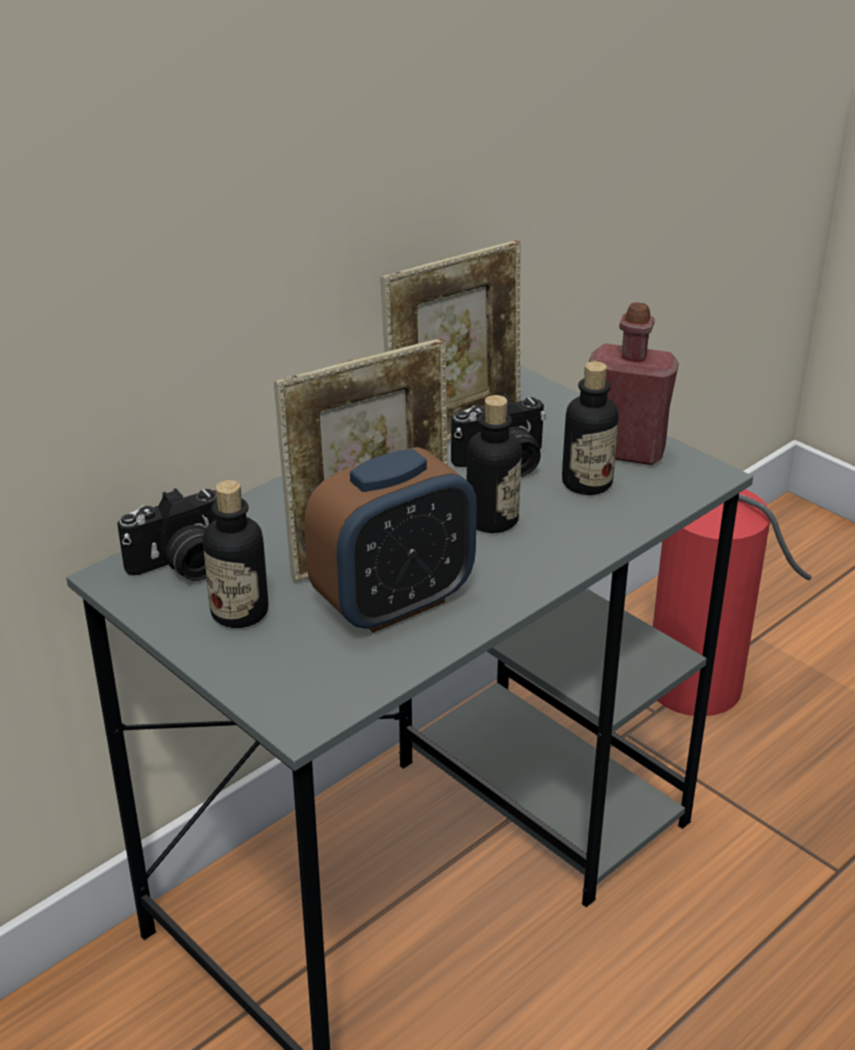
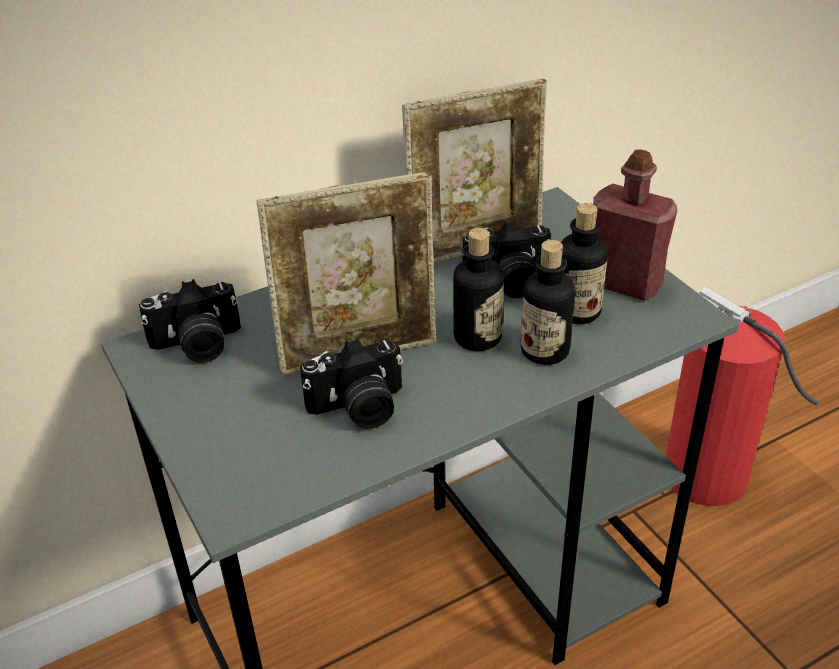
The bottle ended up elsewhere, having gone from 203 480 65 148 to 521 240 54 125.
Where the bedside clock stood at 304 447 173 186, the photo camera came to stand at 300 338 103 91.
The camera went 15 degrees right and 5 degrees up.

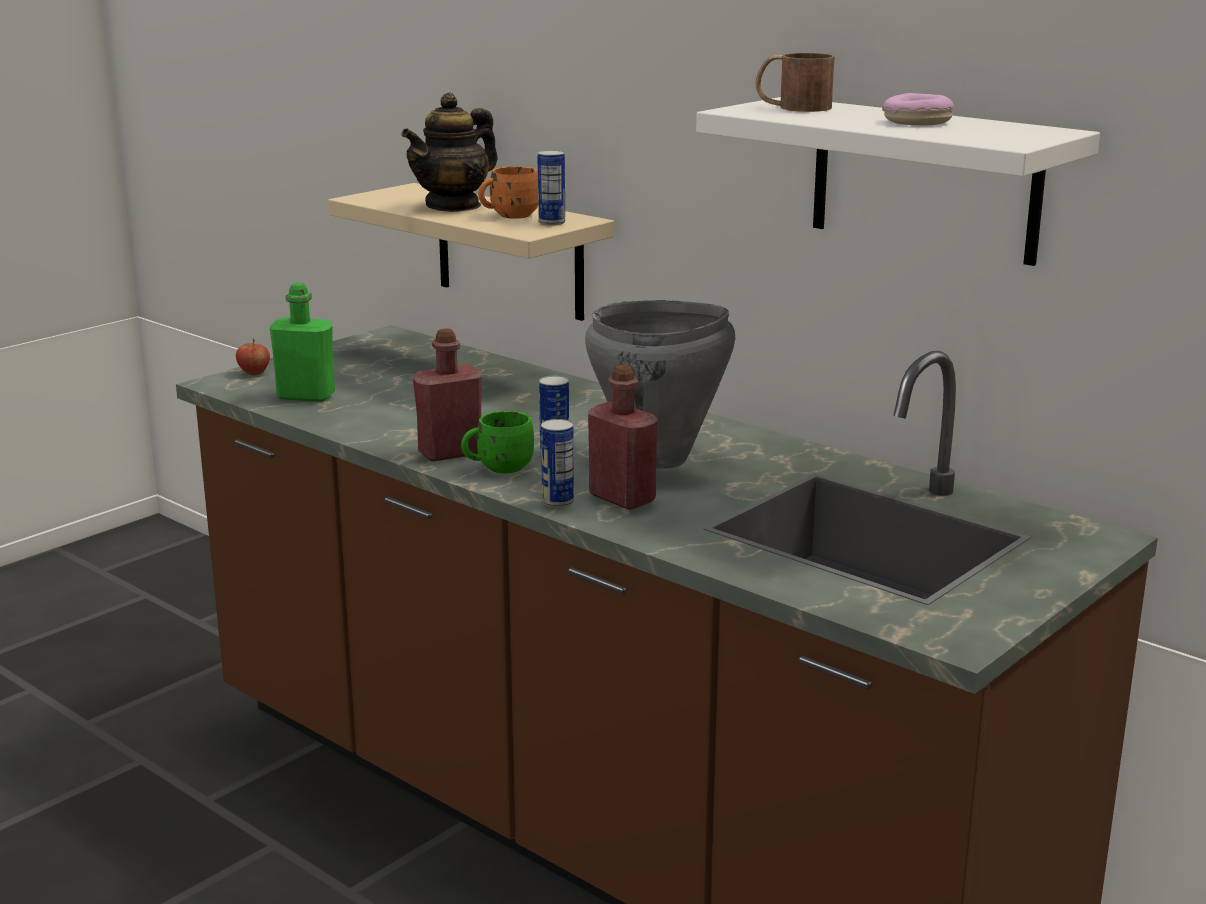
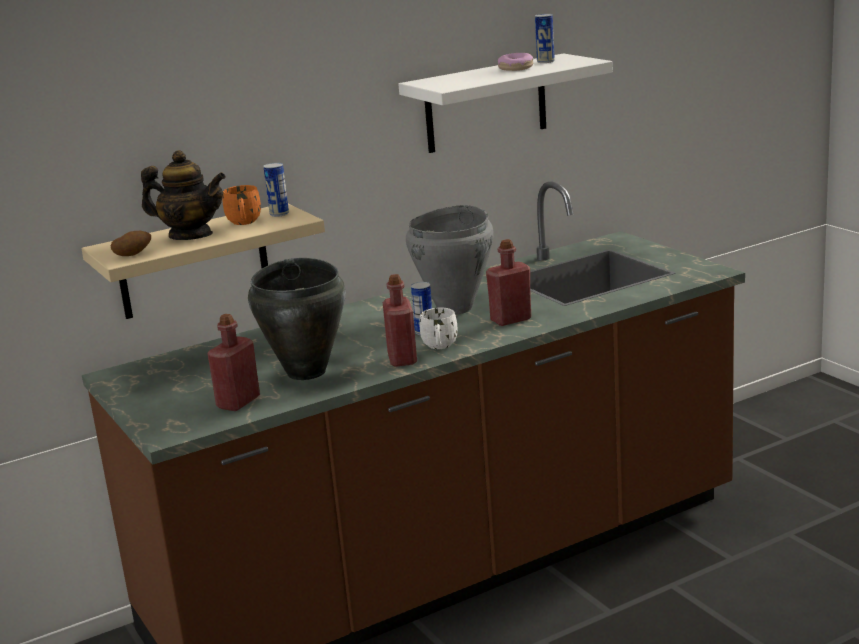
The second view lost the apple fruit at 236 339 34 36.
The second view lost the tea mug in brown-coloured at 756 53 79 59.
The second view gained the whole potato at 110 231 41 25.
The second view gained the cooking pot in black at 248 258 98 122.
The sealed can ended up elsewhere, having gone from 541 419 33 89 to 535 14 20 49.
What was the bottle in greenish at 270 283 65 119 turned into the bottle in reddish at 207 314 53 97.
What was the tea mug in greenish at 461 411 73 62 turned into the tea mug in white-coloured at 419 308 39 41.
The tea pot at 401 92 97 120 ended up facing another way, 45 degrees counterclockwise from before.
The camera went 70 degrees left and 0 degrees up.

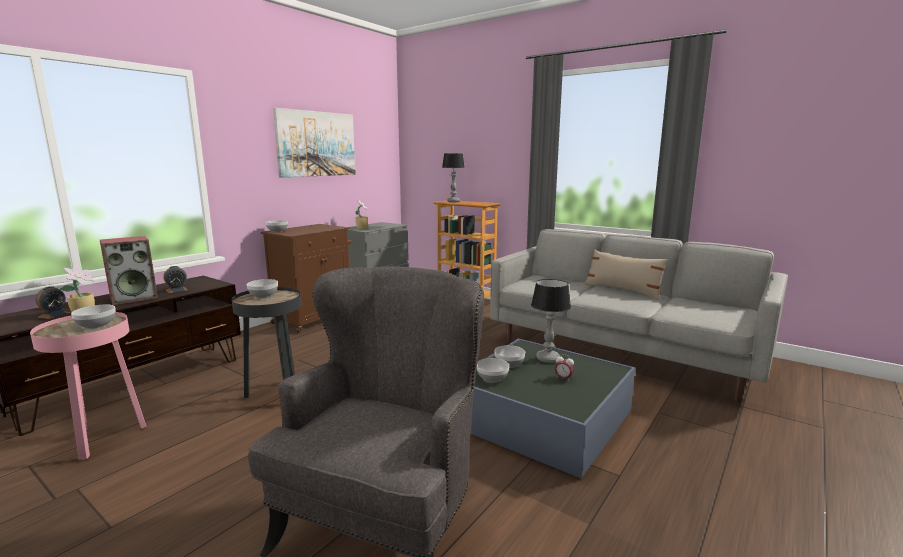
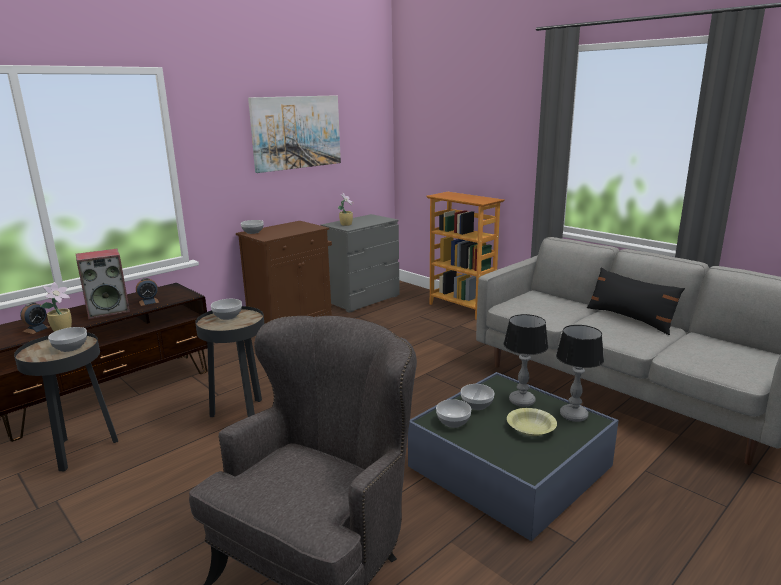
The lamp for a table ended up elsewhere, having gone from 442 153 23 49 to 556 325 48 97.
Where the bedside clock stood at 555 354 19 26, the deep dish in yellowish came to stand at 507 408 50 28.
What was the end table in pink-coloured at 30 312 117 148 turned into the end table in black at 14 332 104 140.
What was the pillow in sand-coloured at 584 249 84 51 turned into the pillow in black at 587 267 98 68.
The camera went 10 degrees right and 5 degrees up.

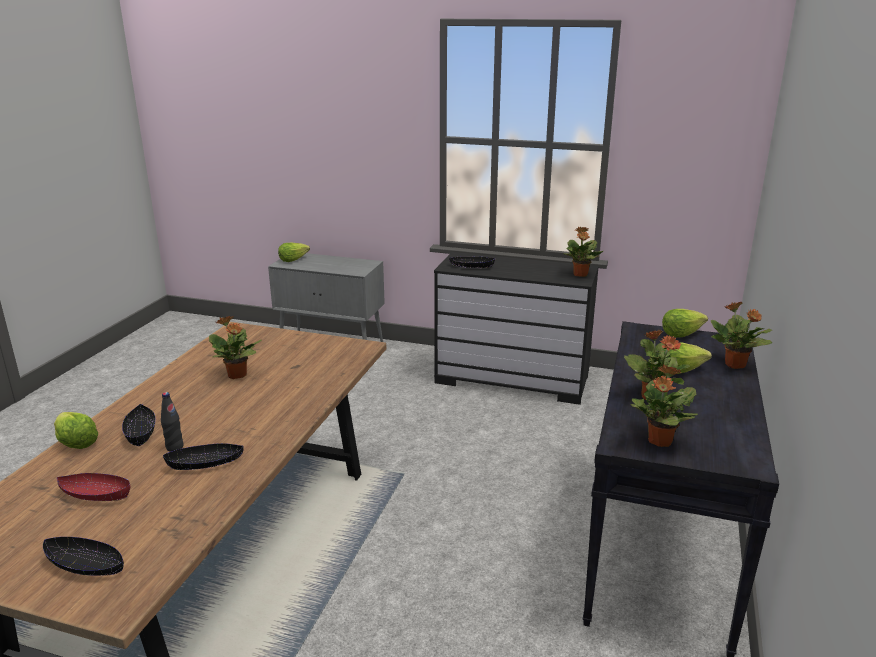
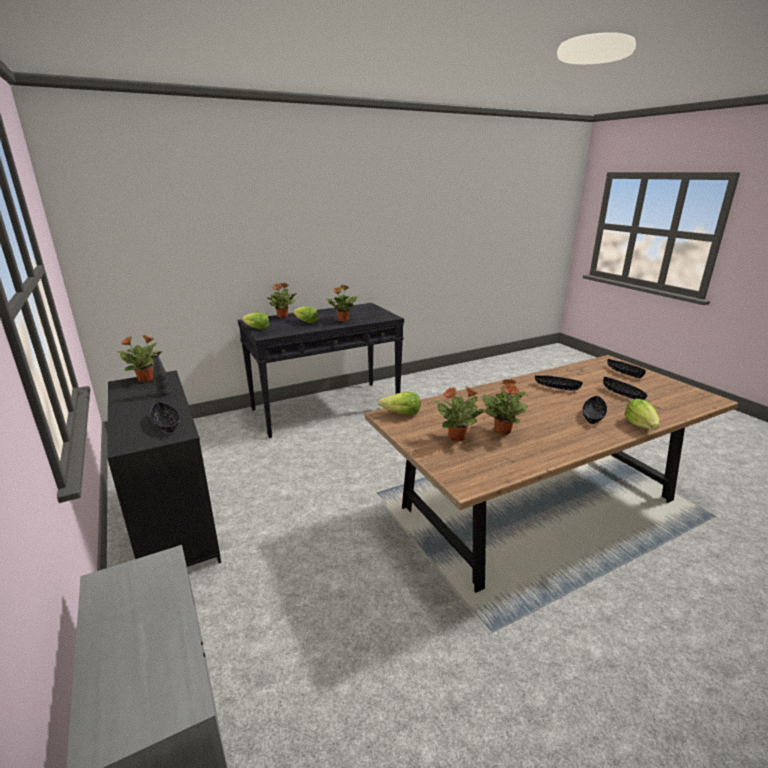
The bottle in black ended up elsewhere, having gone from 161 392 23 59 to 153 354 17 42.
The lettuce ended up elsewhere, having gone from 278 242 32 20 to 379 392 42 23.
The houseplant ended up elsewhere, having gone from 630 364 68 83 to 433 387 53 54.
What was the deep dish in reddish at 57 473 73 28 turned into the deep dish in black at 603 377 45 23.
The camera went 135 degrees left and 0 degrees up.

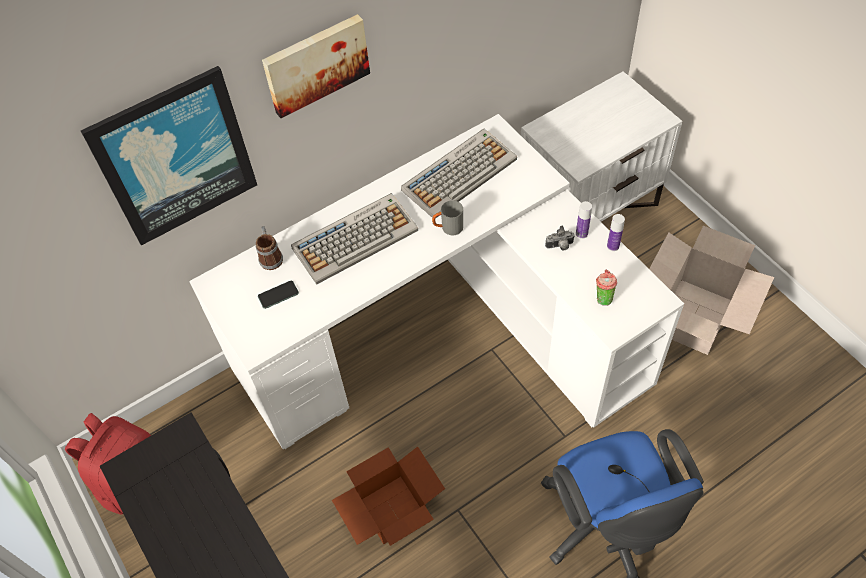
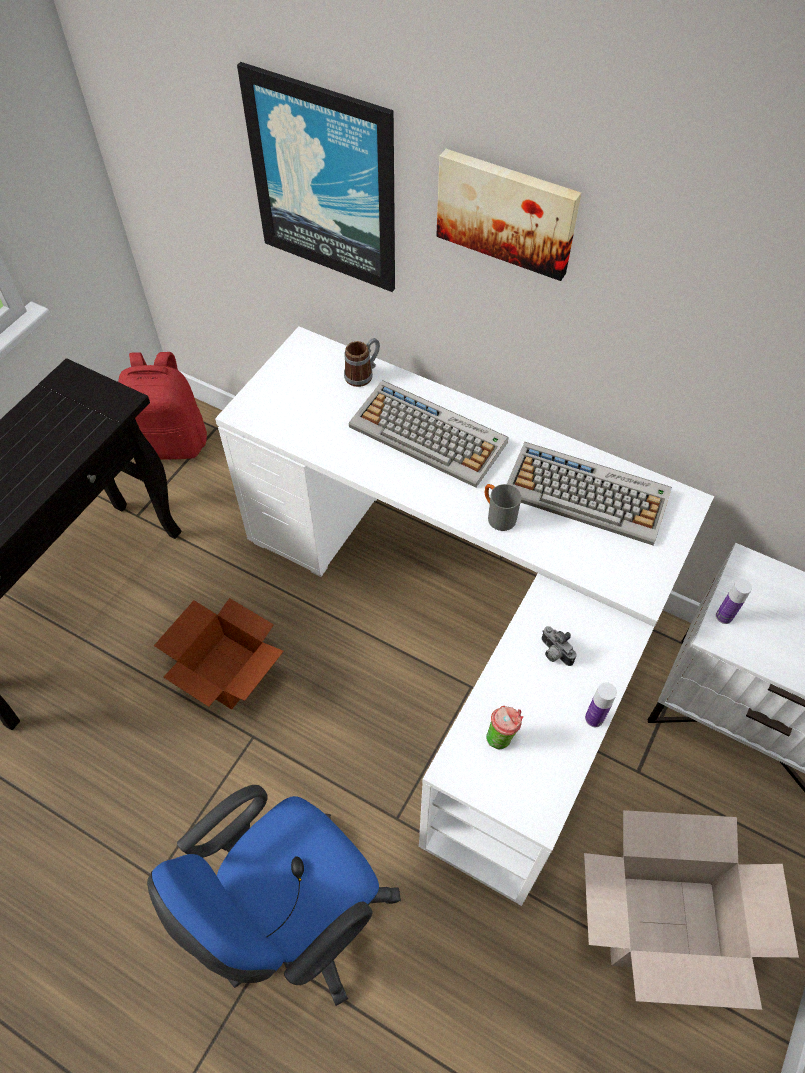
The second view lost the telephone at 258 281 41 28.
The bottle ended up elsewhere, having gone from 576 201 16 38 to 716 579 36 45.
The camera went 60 degrees right and 0 degrees up.

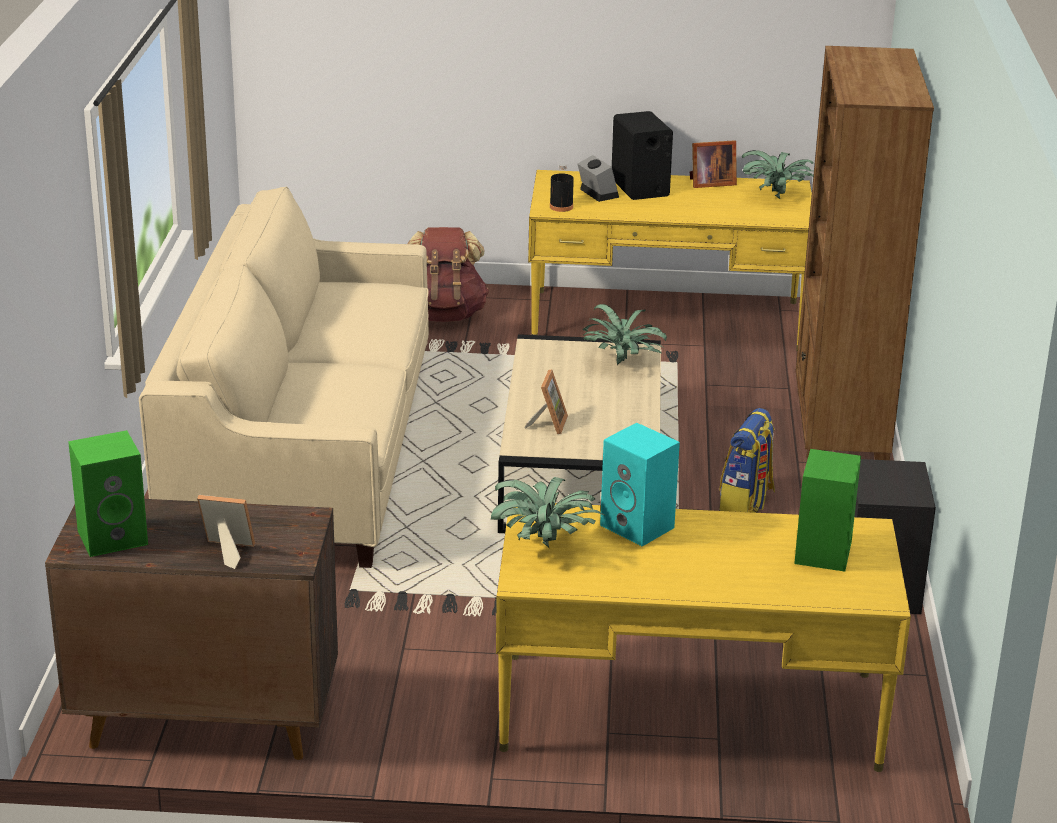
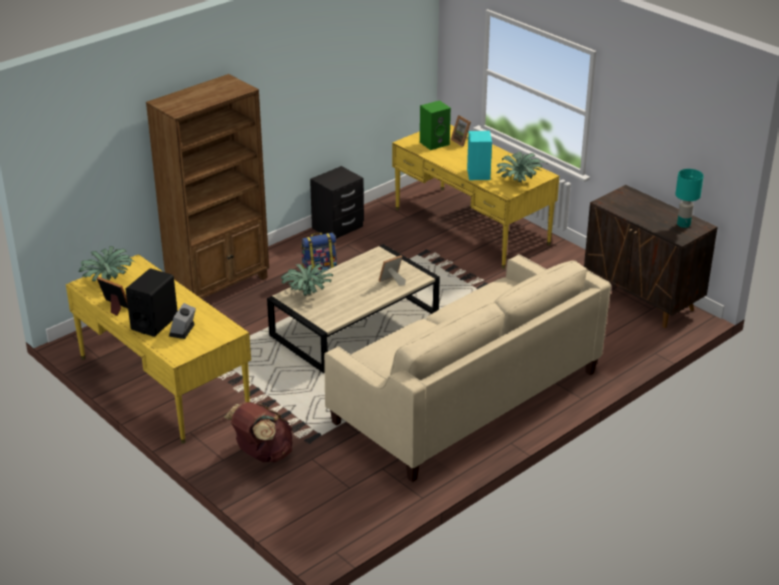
The second view lost the bottle in black at 550 164 24 48.
The picture frame ended up elsewhere, having gone from 197 495 58 74 to 451 115 20 32.
Where the loudspeaker in greenish stood at 68 430 80 127, the lamp for a table in turquoise came to stand at 675 169 29 59.
The camera went 135 degrees left and 5 degrees up.

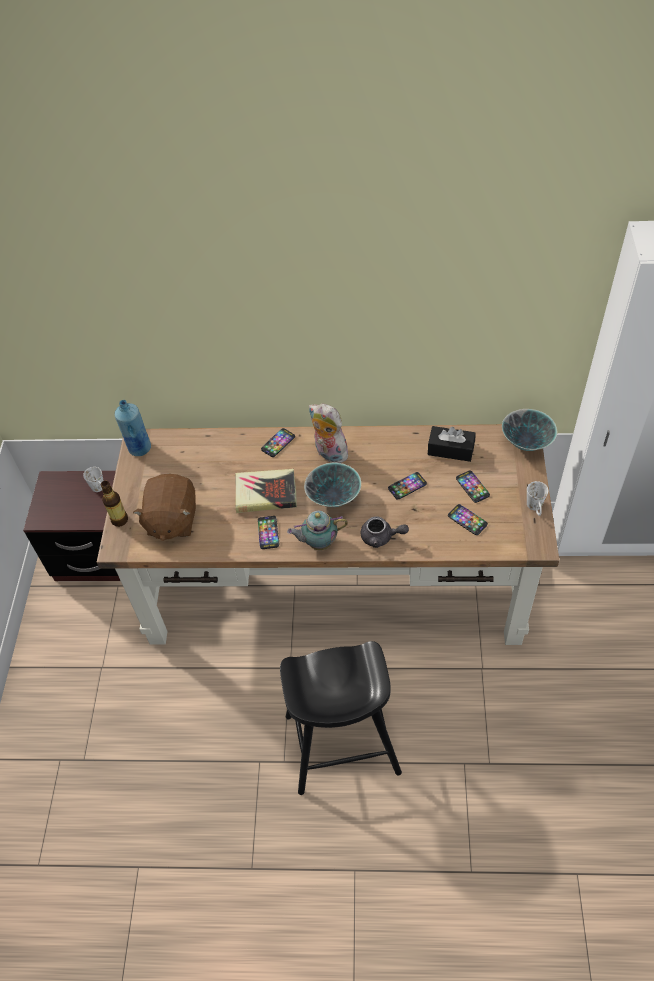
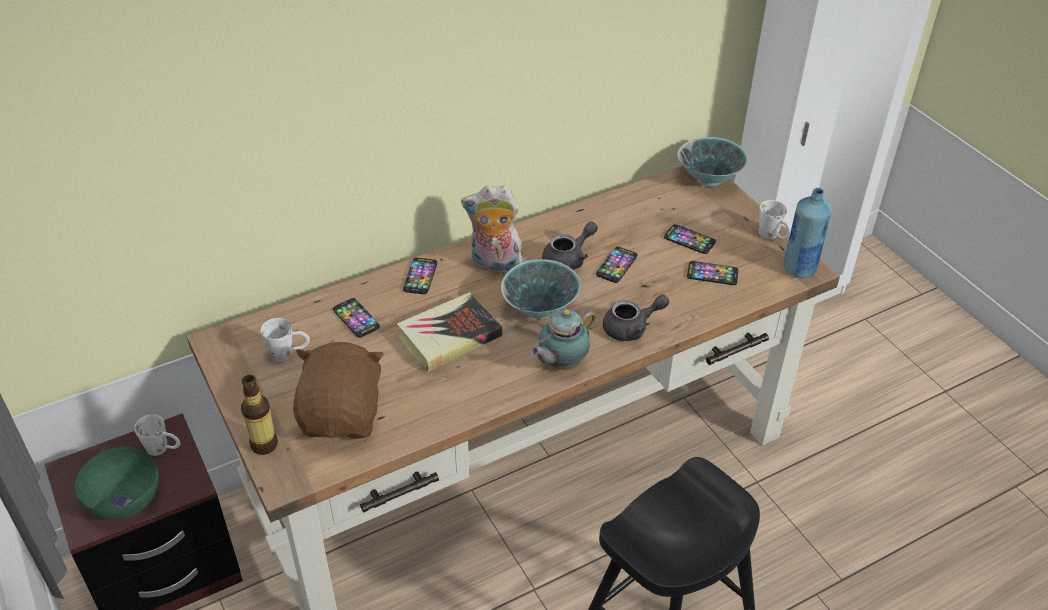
The second view lost the tissue box in black at 428 426 48 36.
The second view gained the deep dish in greenish at 75 446 84 74.
The second view gained the tea mug in white-coloured at 261 318 49 43.
The second view gained the tea pot in grey at 542 221 56 49.
The bottle in blue ended up elsewhere, having gone from 115 400 36 56 to 783 188 49 90.
The telephone ended up elsewhere, having gone from 258 516 21 33 to 333 298 47 40.
The plush toy in brown-coloured at 133 474 63 67 ended up facing another way, 150 degrees counterclockwise from before.
The camera went 35 degrees left and 10 degrees down.

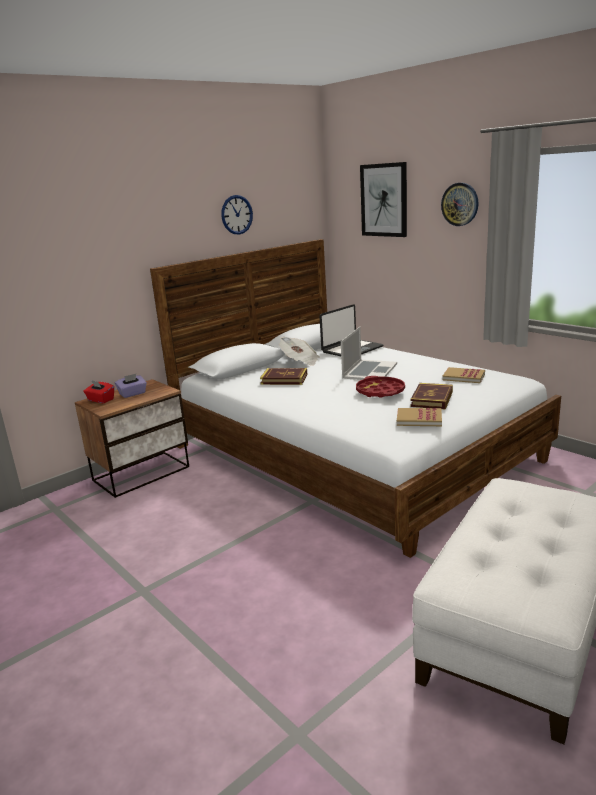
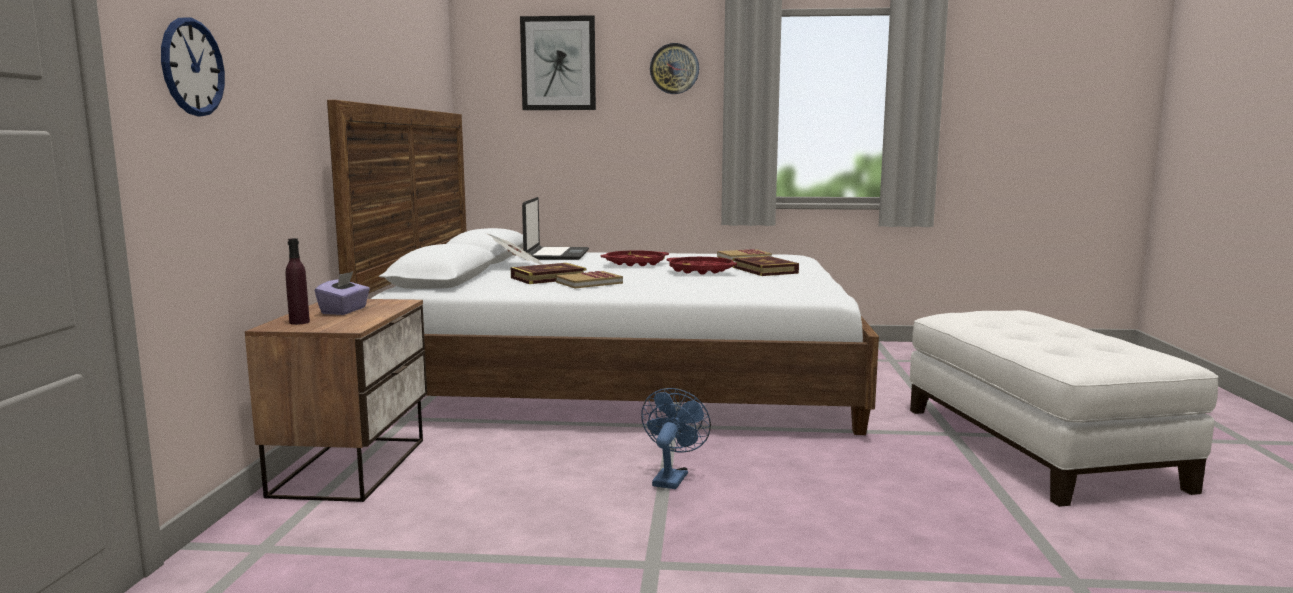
The second view gained the electric fan in blue at 641 388 70 101.
The clock on the wall ended up elsewhere, having gone from 221 195 32 39 to 161 17 64 99.
The volume ended up elsewhere, having gone from 397 408 45 18 to 556 271 67 17.
Where the tissue box in reddish stood at 83 380 31 23, the bottle in purple came to stand at 285 238 25 87.
Where the portable computer stood at 341 327 56 53, the serving tray in reddish came to stand at 601 250 68 16.
The camera went 45 degrees left and 10 degrees down.

